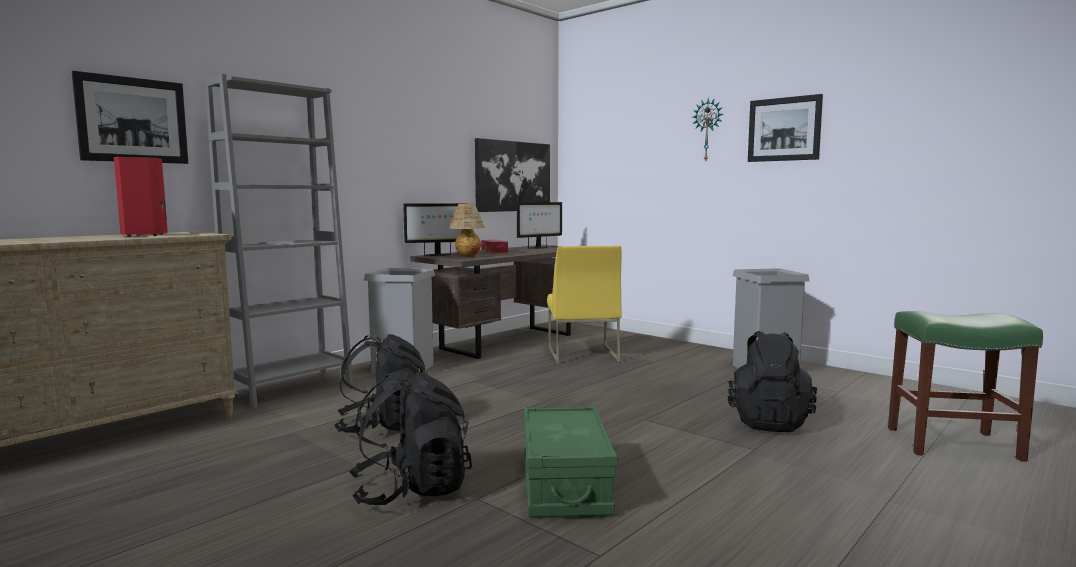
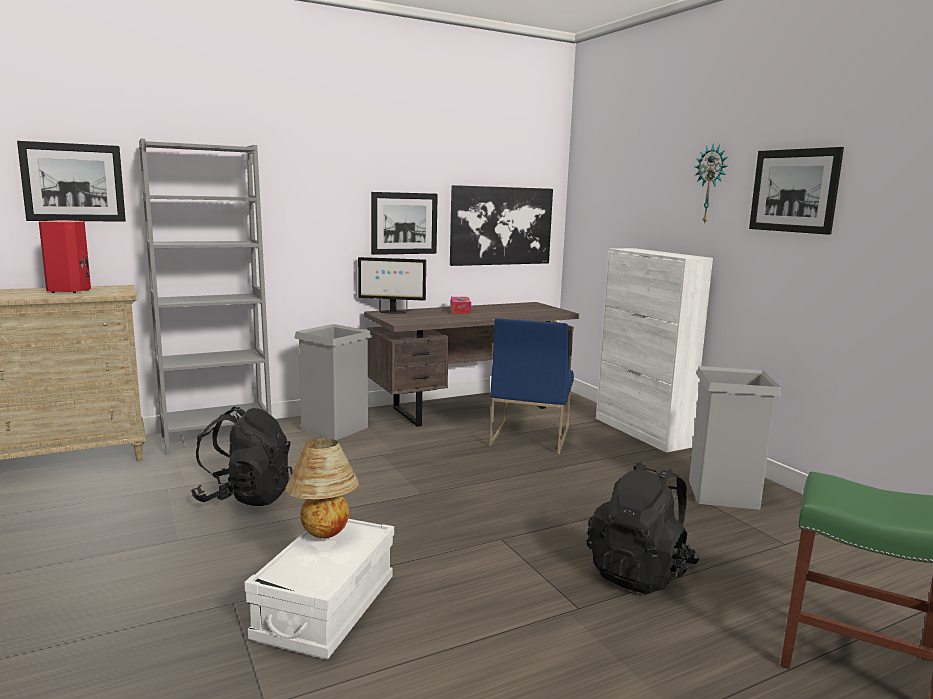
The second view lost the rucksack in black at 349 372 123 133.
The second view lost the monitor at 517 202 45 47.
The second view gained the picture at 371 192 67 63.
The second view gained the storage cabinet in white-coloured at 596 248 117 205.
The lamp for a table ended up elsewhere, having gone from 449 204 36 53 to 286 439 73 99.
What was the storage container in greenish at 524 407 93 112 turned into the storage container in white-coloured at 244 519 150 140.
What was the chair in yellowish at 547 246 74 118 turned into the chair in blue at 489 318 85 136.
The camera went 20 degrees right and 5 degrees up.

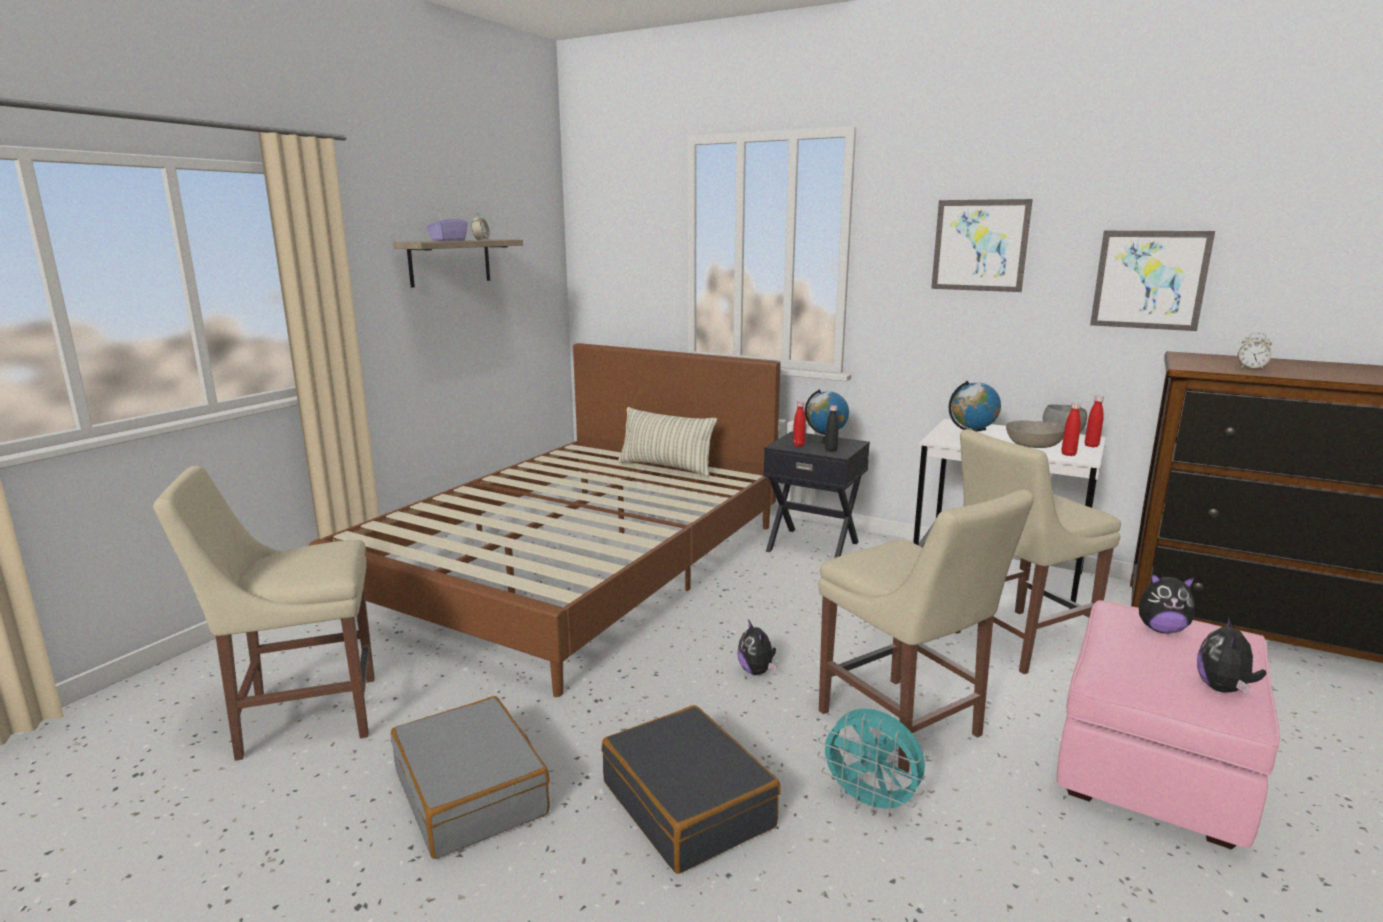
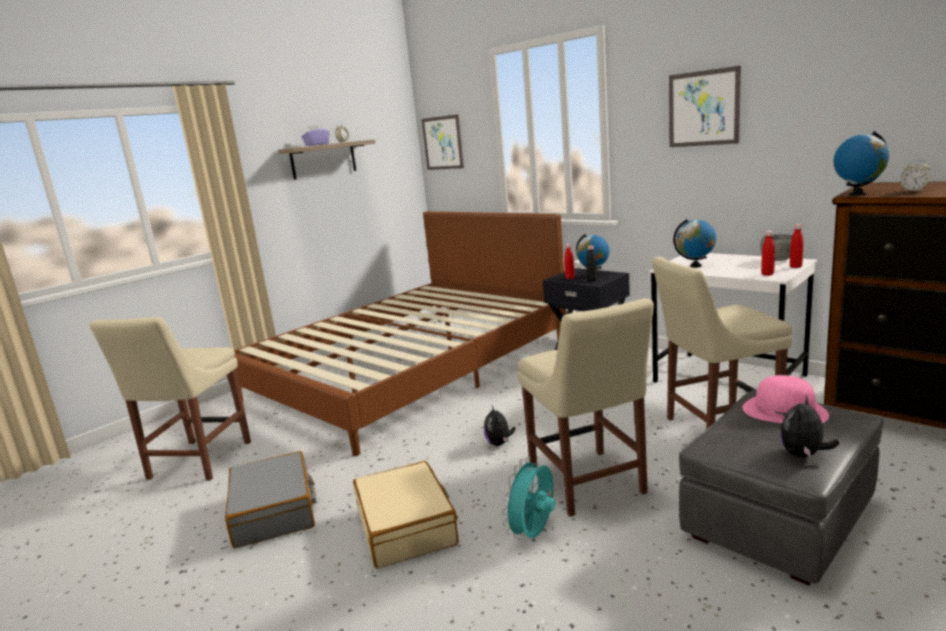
The second view lost the pillow at 618 407 99 69.
The second view lost the deep dish in grey at 1006 420 59 28.
The second view gained the globe at 833 131 56 64.
The picture ended up elsewhere, having gone from 1090 231 125 100 to 422 114 42 56.
Where the plush toy stood at 1139 573 56 61, the clothing hat in pink-coloured came to stand at 743 375 86 48.
What was the travel case in black at 601 705 180 169 turned into the travel case in sand-coloured at 353 461 105 107.
What was the footrest in pink-coloured at 1057 600 223 249 turned into the footrest in grey at 679 390 204 195.
The chair in sand-coloured at 153 466 222 295 ended up facing another way, 75 degrees counterclockwise from before.
The electric fan in turquoise at 817 708 109 109 ended up facing another way, 75 degrees clockwise from before.
The camera went 15 degrees right and 0 degrees up.

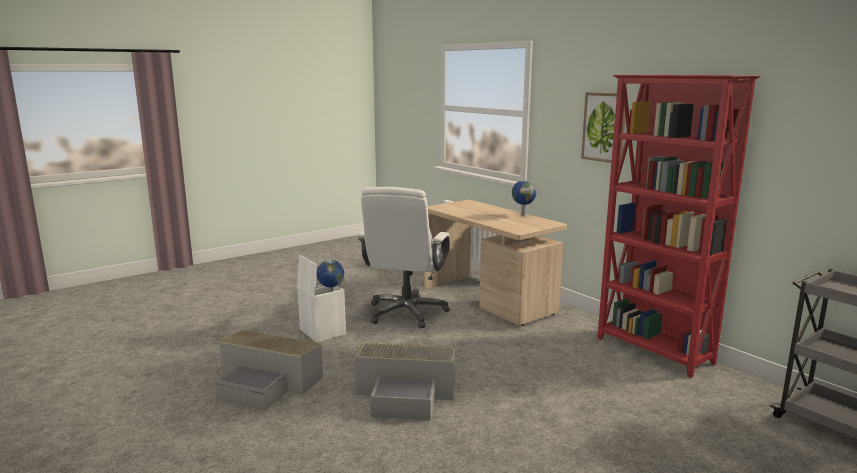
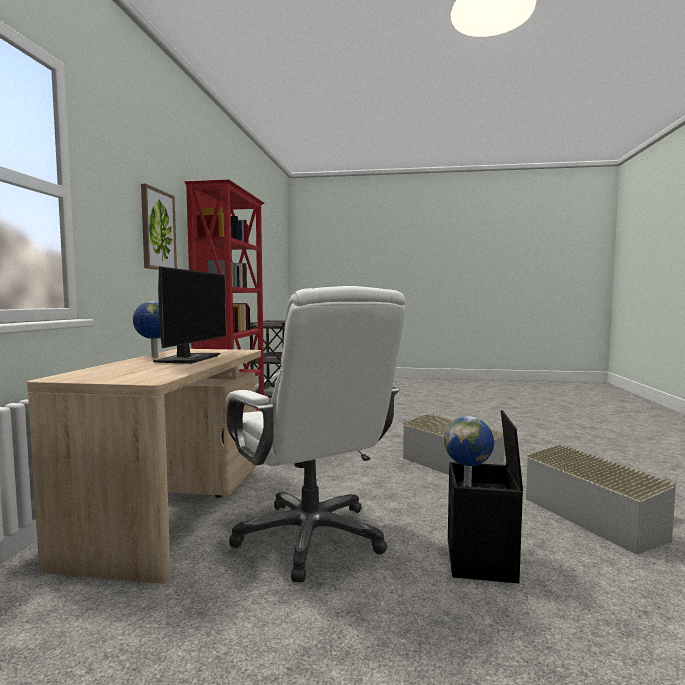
The second view gained the monitor at 153 267 73 97.
What was the storage container in white-coloured at 297 255 49 87 turned into the storage container in black at 448 410 75 173.
The computer chair in white-coloured at 357 187 93 141 ended up facing another way, 90 degrees clockwise from before.
The camera went 135 degrees left and 10 degrees down.

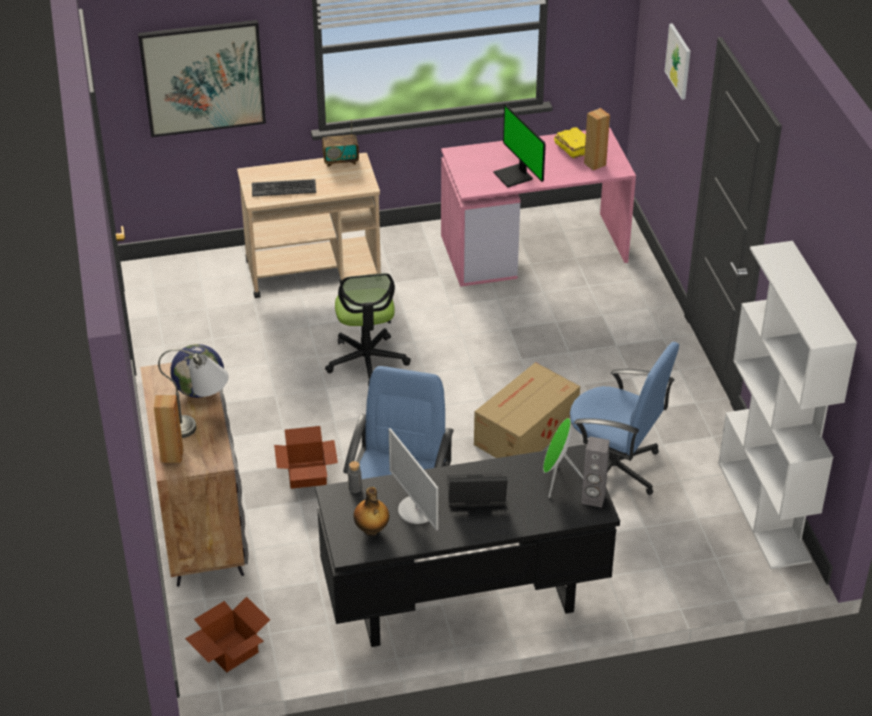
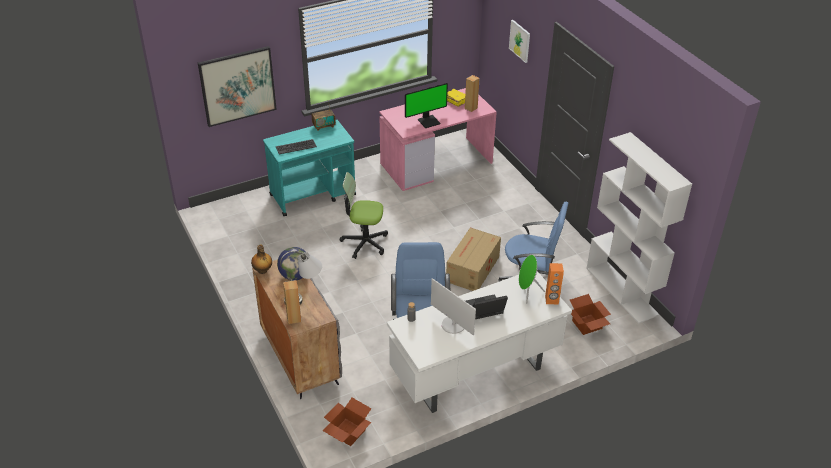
The carton ended up elsewhere, having gone from 274 426 64 63 to 570 294 41 41.
The bottle ended up elsewhere, having gone from 354 487 35 49 to 251 245 21 29.
What was the wheeled cart in sand-coloured at 237 153 144 145 turned into the wheeled cart in turquoise at 263 120 93 97.
What was the desk table in black at 315 444 305 203 turned into the desk table in white-coloured at 387 271 185 142.
What was the loudspeaker in grey at 581 436 29 72 turned into the loudspeaker in orange at 545 263 19 41.
The computer chair at 325 273 86 113 ended up facing another way, 120 degrees clockwise from before.
The monitor at 493 104 53 83 ended up facing another way, 75 degrees counterclockwise from before.
The camera went 15 degrees left and 0 degrees up.

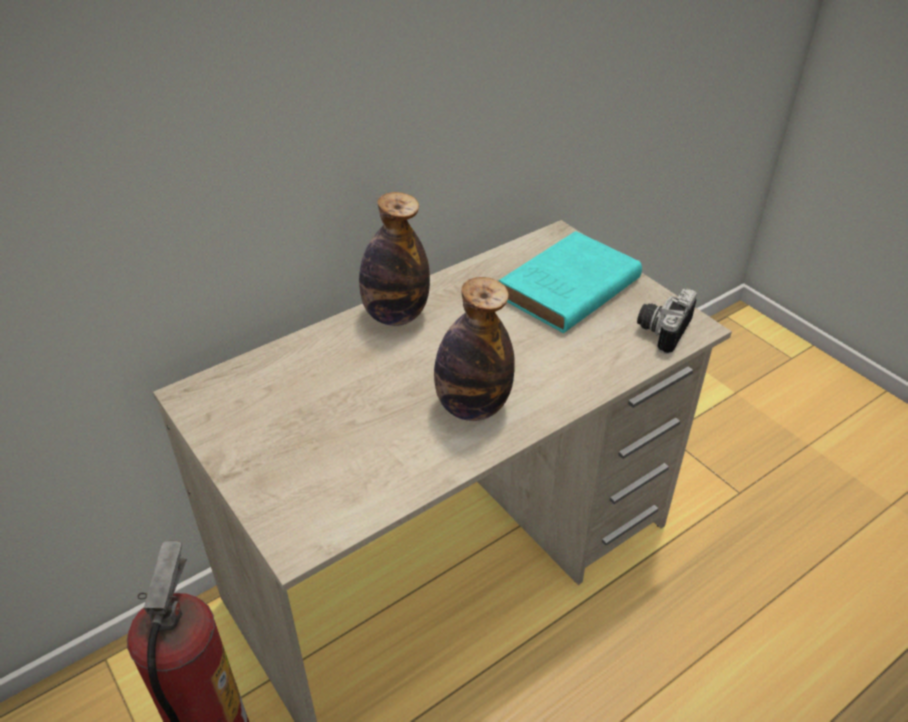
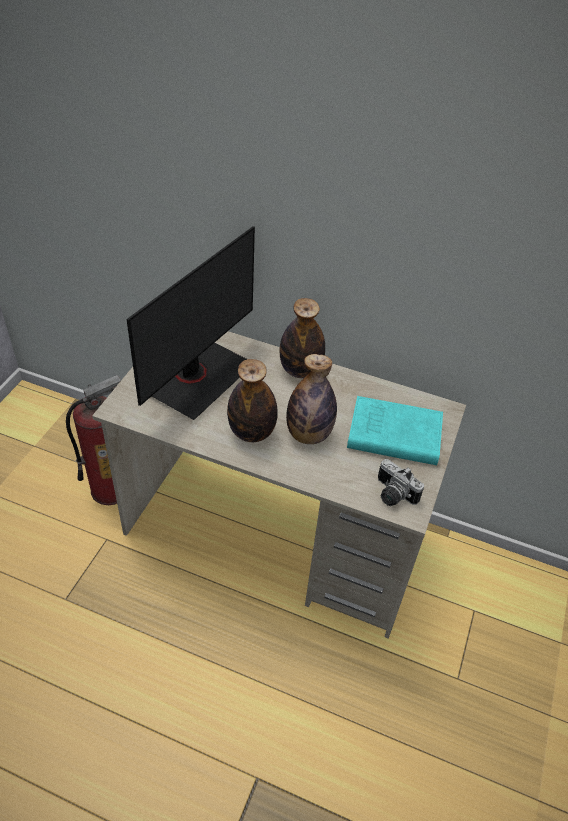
The second view gained the monitor at 127 226 128 194.
The second view gained the bottle at 286 354 51 90.
The photo camera at 637 288 60 66 ended up facing another way, 135 degrees counterclockwise from before.
The camera went 55 degrees right and 5 degrees up.

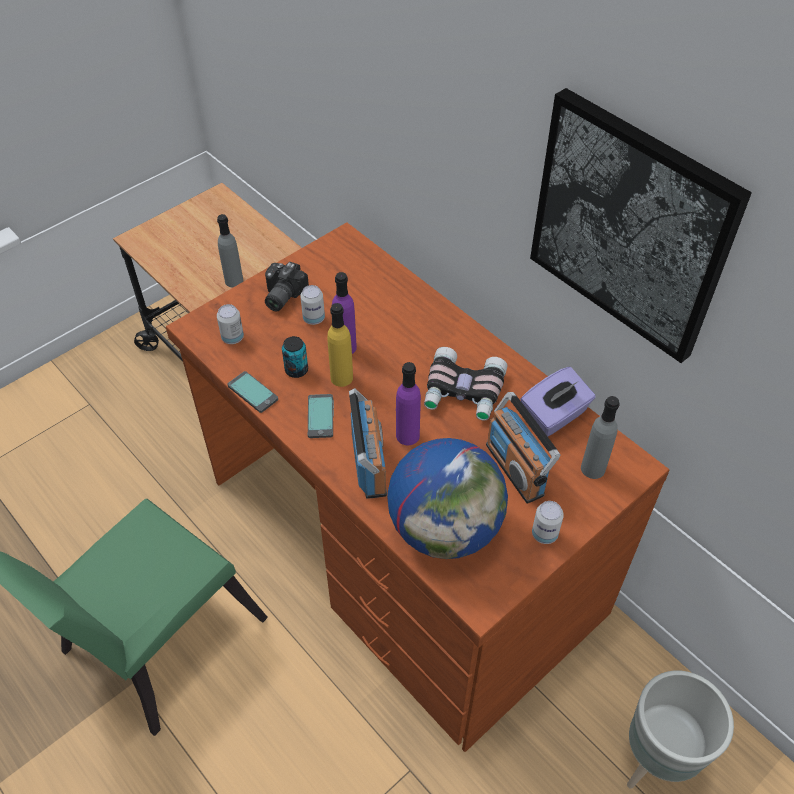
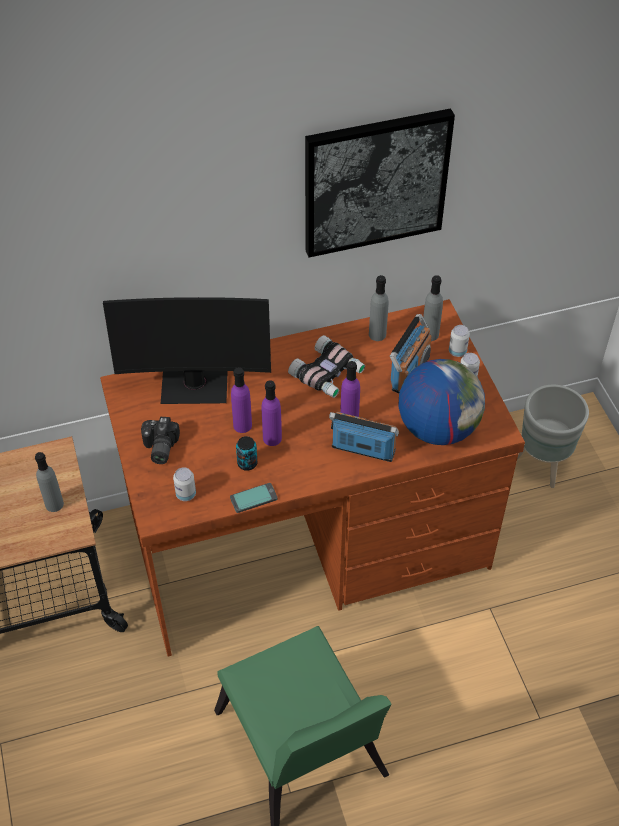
The second view lost the telephone at 308 394 26 44.
The second view gained the monitor at 103 297 168 107.
The sealed can ended up elsewhere, having gone from 300 285 25 40 to 449 325 21 32.
Where the tissue box in purple stood at 520 367 76 70, the bottle in grey came to stand at 369 275 20 66.
What was the bottle in yellowish at 327 303 26 84 turned into the bottle in purple at 262 380 20 66.
The photo camera at 265 262 44 49 ended up facing another way, 45 degrees clockwise from before.
The radio at 486 392 74 111 ended up facing another way, 60 degrees counterclockwise from before.
The camera went 65 degrees left and 0 degrees up.

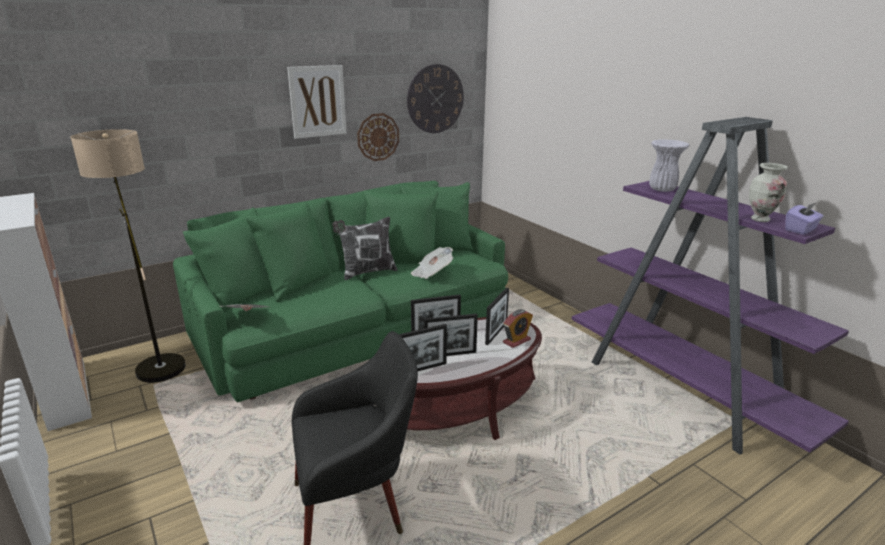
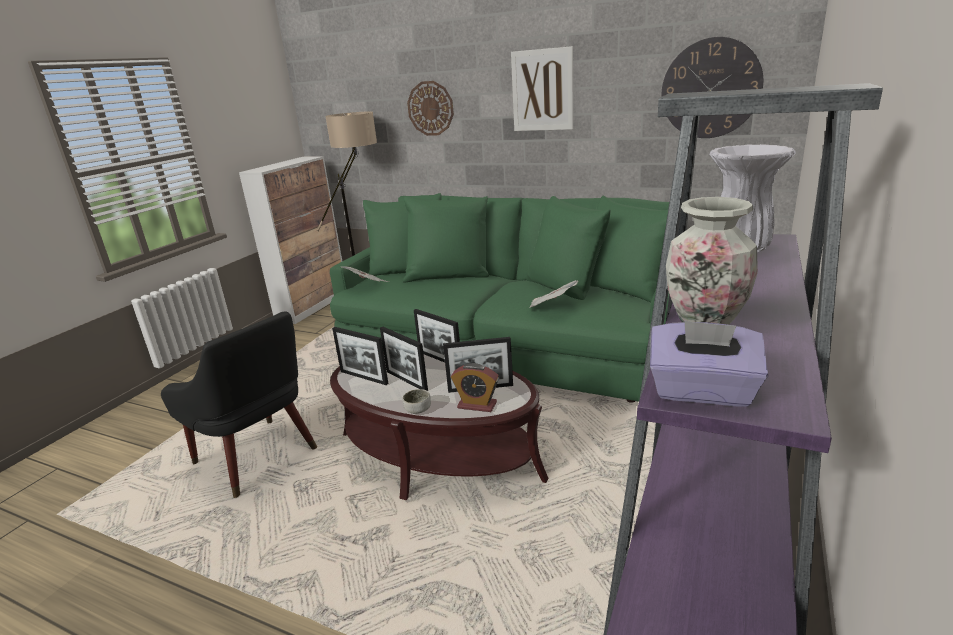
The second view lost the pillow at 332 217 66 63.
The second view gained the deep dish at 402 389 29 25.
The clock on the wall ended up elsewhere, having gone from 357 113 42 48 to 407 81 47 55.
The camera went 60 degrees right and 0 degrees up.

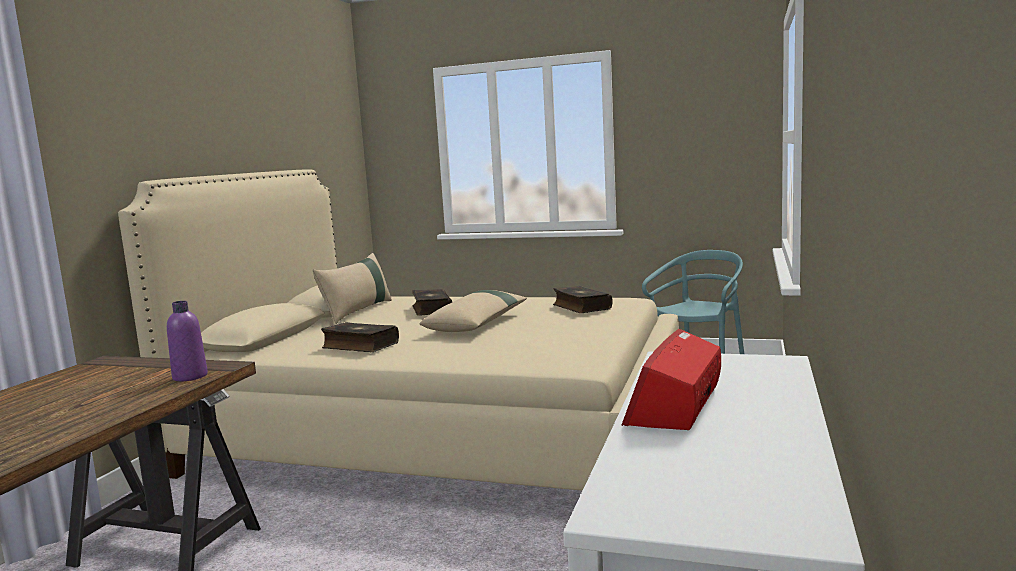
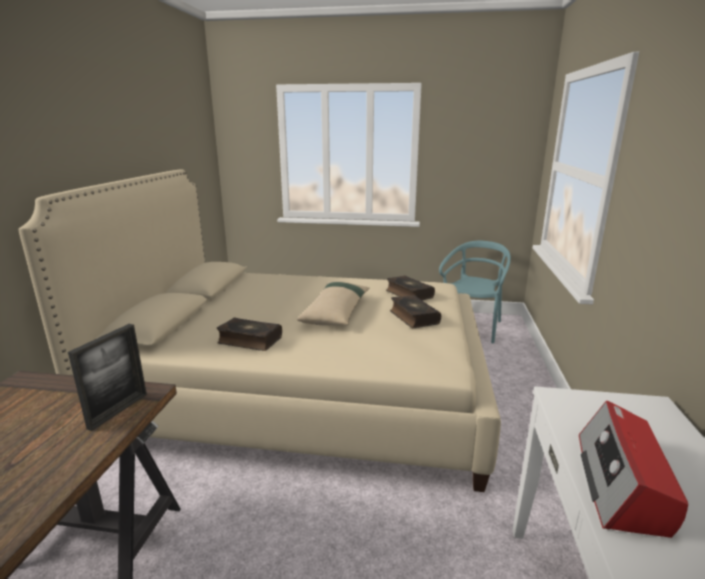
The second view lost the pillow in sand-coloured at 313 253 79 71.
The volume ended up elsewhere, having gone from 412 289 40 27 to 390 295 51 33.
Where the bottle in purple stood at 167 301 41 80, the picture frame came to stand at 68 324 79 107.
The camera went 10 degrees left and 10 degrees up.

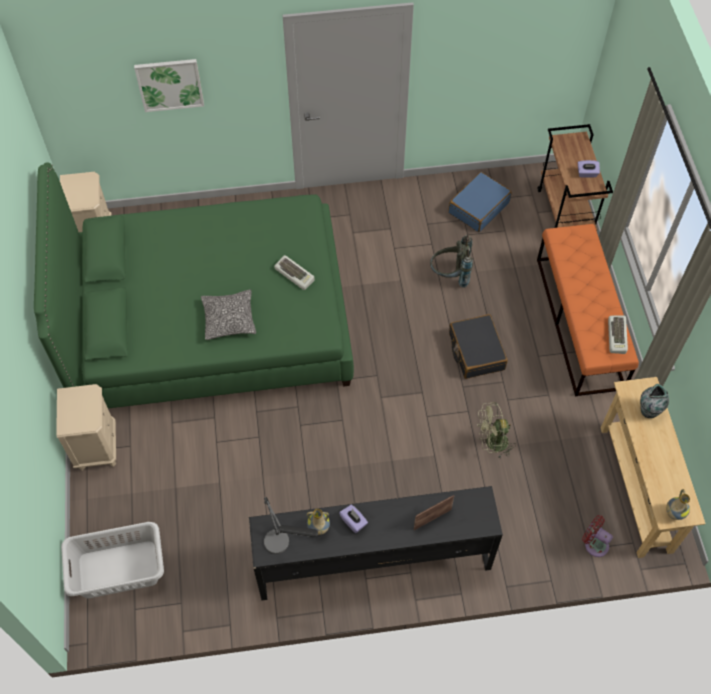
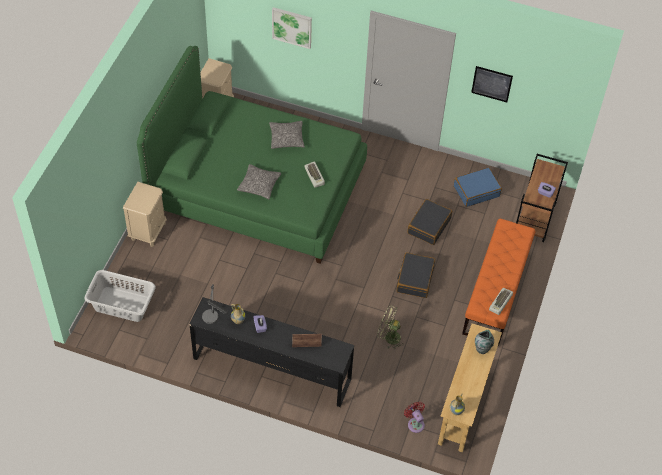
The second view gained the pillow at 269 121 36 28.
The second view gained the picture at 471 66 42 36.
Where the rucksack in grey stood at 430 235 43 53, the travel case in black came to stand at 408 199 44 46.
The camera went 25 degrees right and 5 degrees down.

